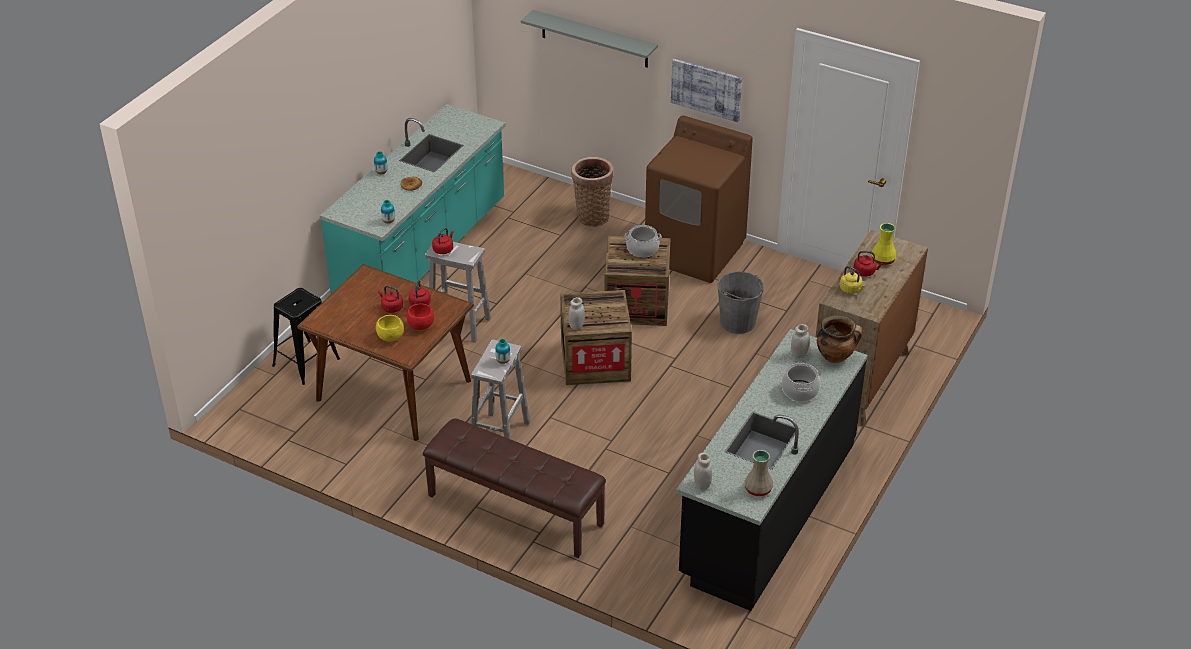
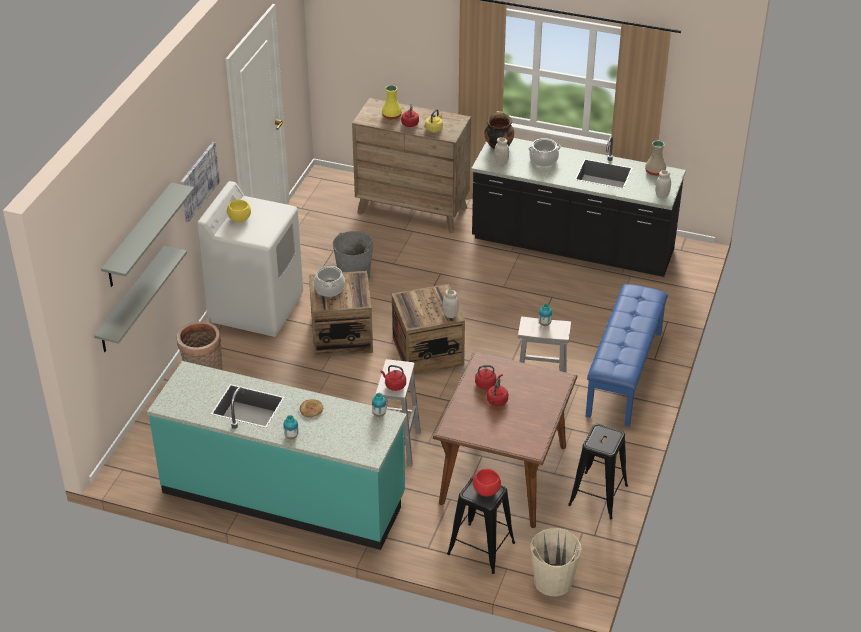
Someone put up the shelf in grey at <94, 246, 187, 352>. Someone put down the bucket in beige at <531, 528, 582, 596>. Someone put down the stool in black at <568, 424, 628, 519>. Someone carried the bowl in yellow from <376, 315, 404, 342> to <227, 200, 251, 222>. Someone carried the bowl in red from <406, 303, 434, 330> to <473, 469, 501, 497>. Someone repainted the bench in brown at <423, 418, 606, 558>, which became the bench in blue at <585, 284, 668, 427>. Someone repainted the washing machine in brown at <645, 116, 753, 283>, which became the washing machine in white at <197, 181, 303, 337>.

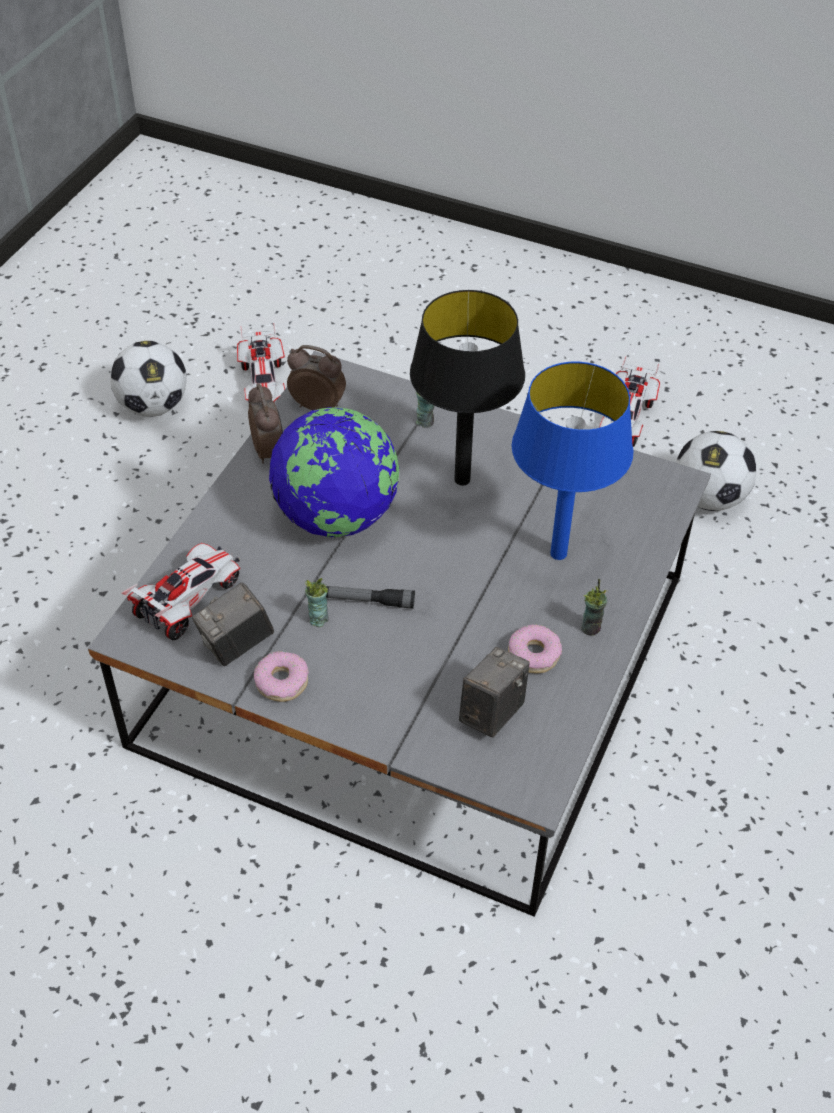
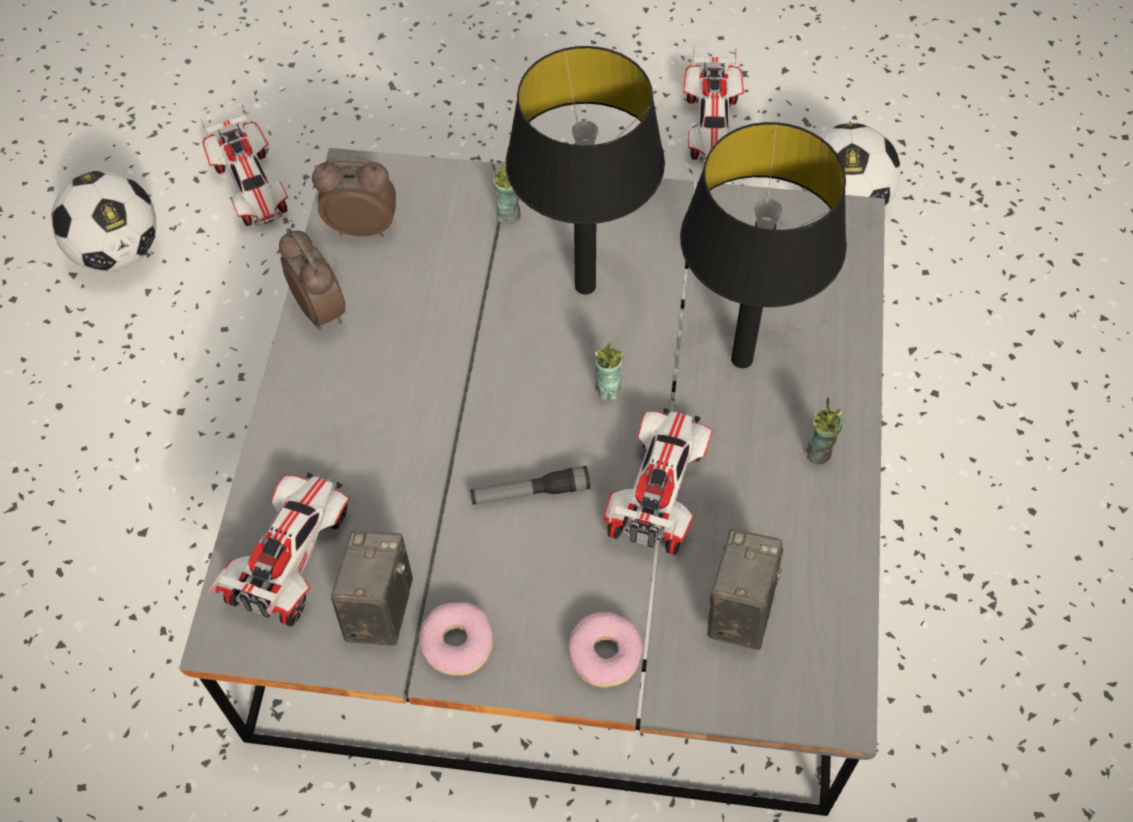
Someone took away the globe at <269, 407, 399, 537>. Someone put down the toy car at <603, 407, 713, 555>. Someone carried the cup from <305, 578, 329, 627> to <594, 342, 625, 401>. Someone carried the donut from <508, 624, 562, 673> to <568, 612, 643, 687>. Someone repainted the table lamp in blue at <512, 362, 633, 560>, which became the table lamp in black at <680, 122, 847, 368>. Someone rotated the photo camera at <192, 582, 274, 666> by 150 degrees clockwise.

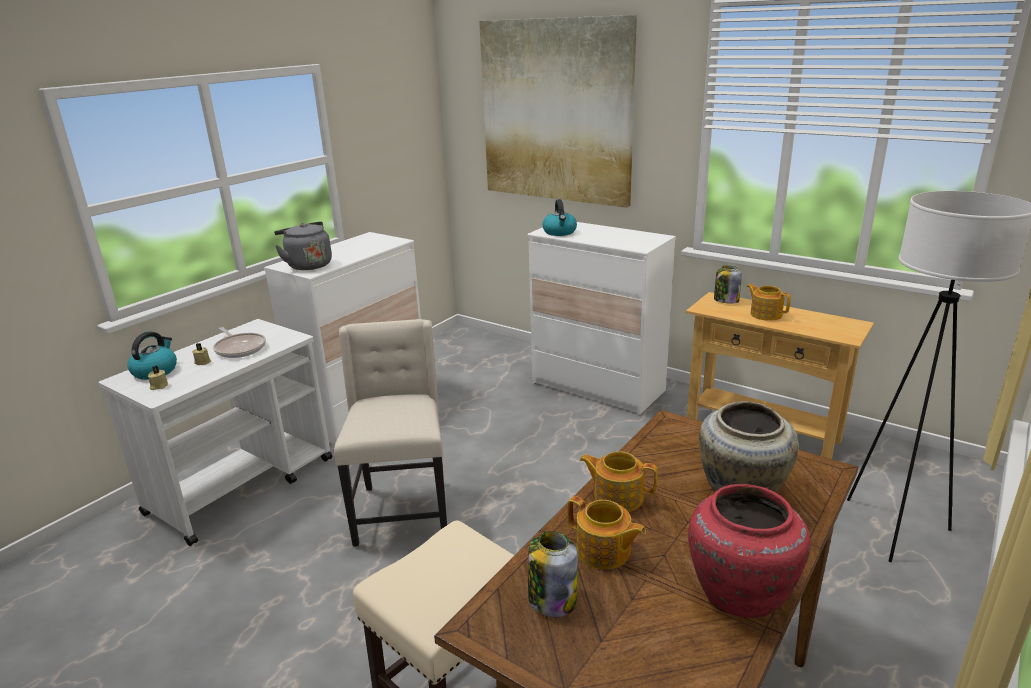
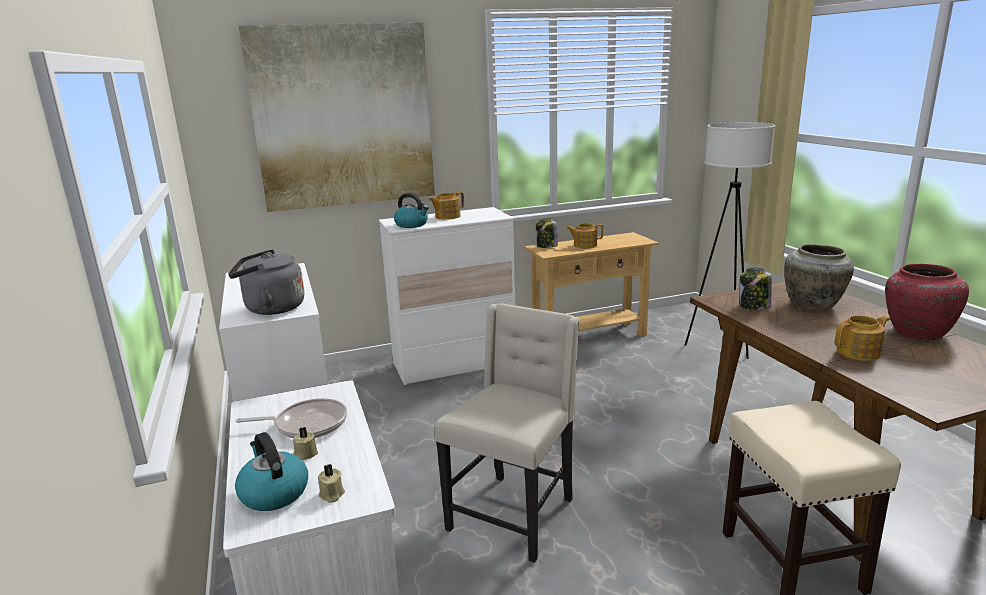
Someone carried the jar from <528, 531, 578, 617> to <739, 268, 772, 310>. Someone carried the teapot from <579, 451, 658, 512> to <428, 192, 464, 220>. Someone rotated the chair in beige at <334, 319, 447, 547> by 90 degrees clockwise.

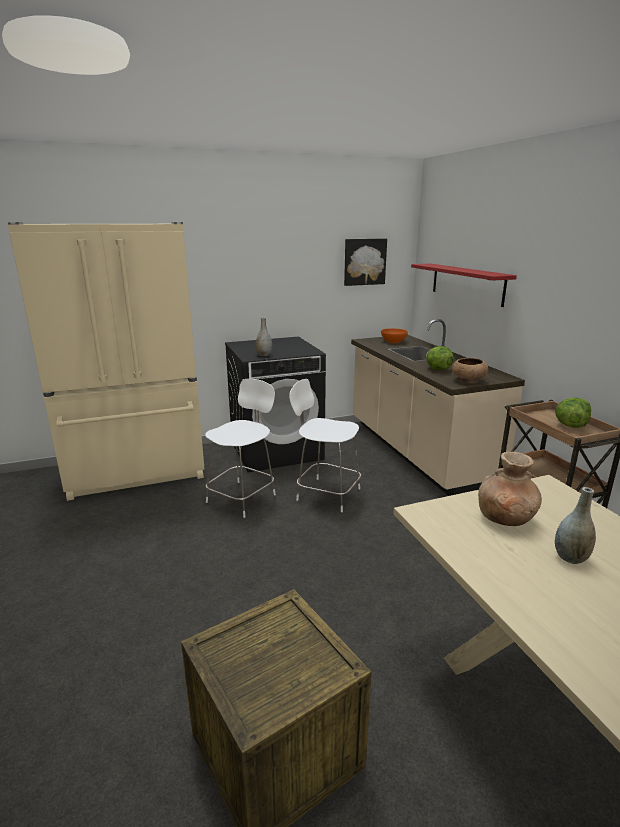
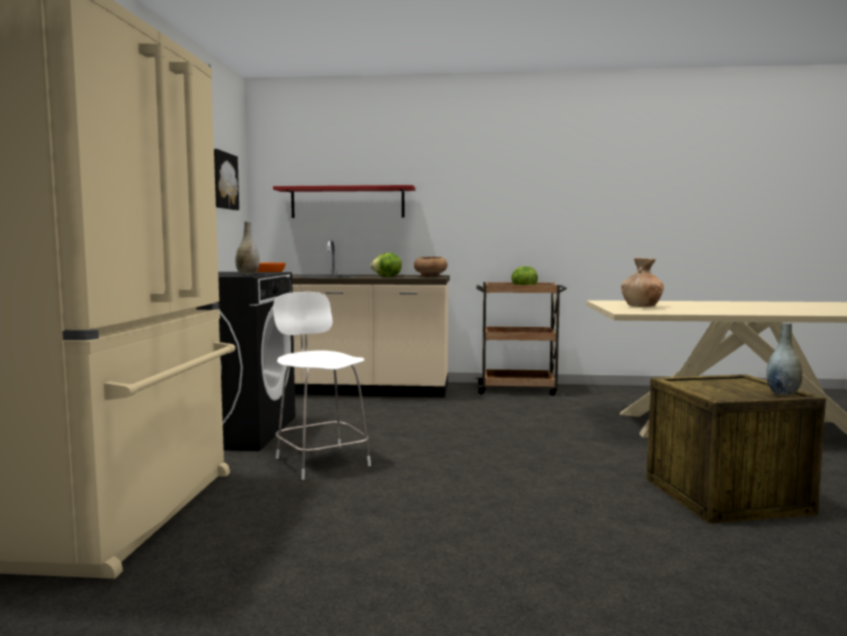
Someone took away the chair in white at <289, 379, 361, 512>. Someone carried the vase in grey from <555, 487, 596, 564> to <766, 323, 803, 395>.

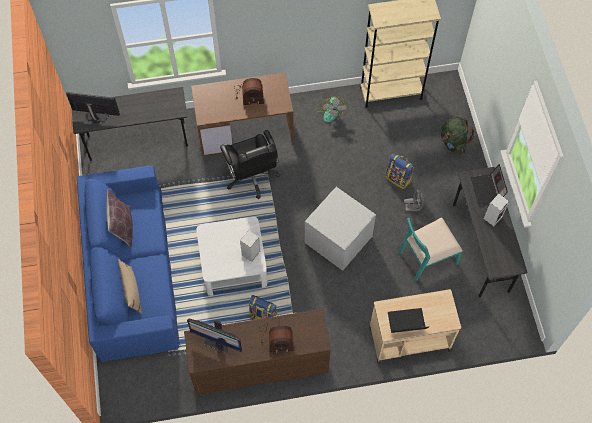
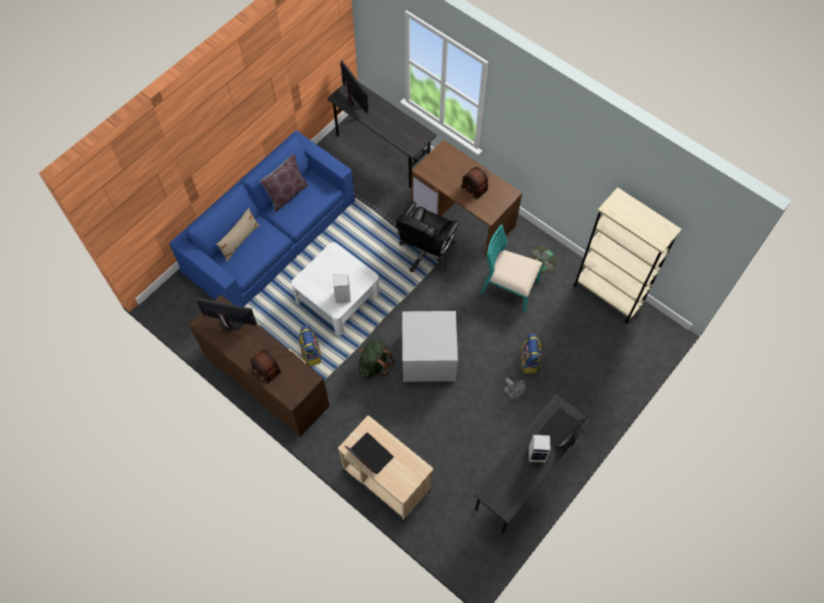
Someone carried the chair in turquoise from <398, 217, 463, 281> to <481, 225, 543, 313>. Someone carried the backpack in green from <441, 117, 475, 155> to <359, 339, 395, 379>. Someone rotated the monitor at <187, 319, 242, 353> by 120 degrees clockwise.

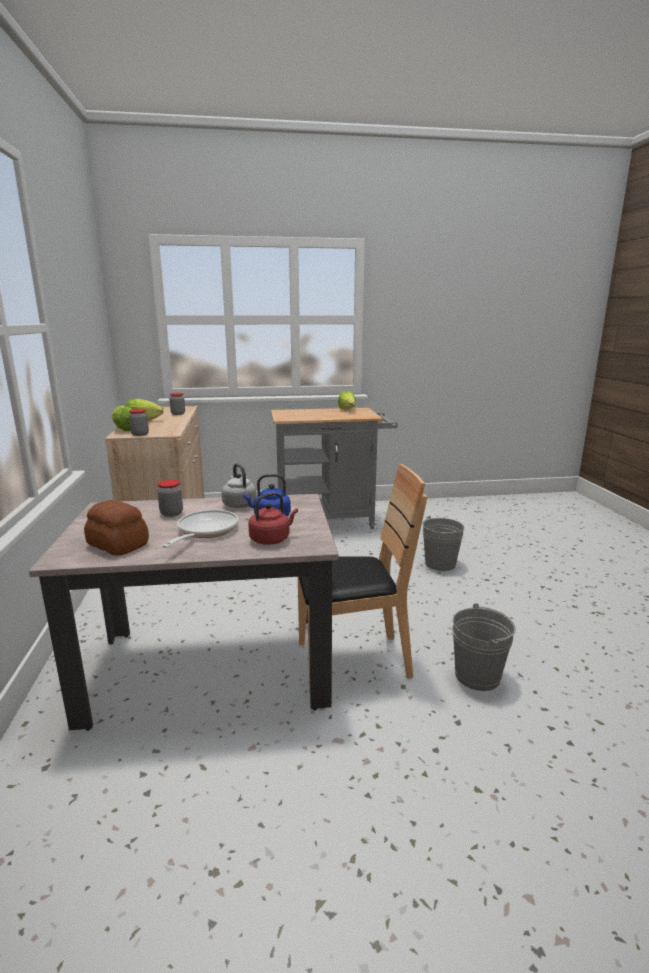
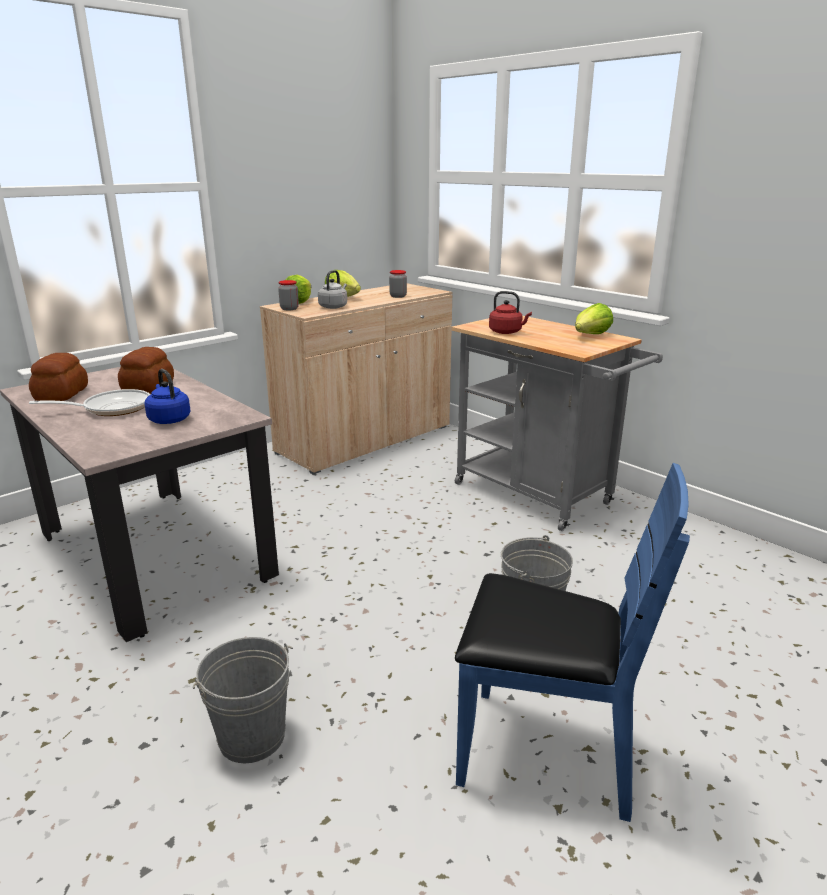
Someone took away the chair in brown at <298, 464, 427, 692>. Someone put down the chair in blue at <455, 463, 690, 822>. Someone carried the kettle in grey from <221, 463, 256, 508> to <318, 270, 347, 309>. Someone carried the kettle in red from <248, 492, 298, 545> to <489, 291, 532, 334>. Someone swapped the jar at <157, 479, 183, 517> for the bread at <118, 347, 174, 394>.

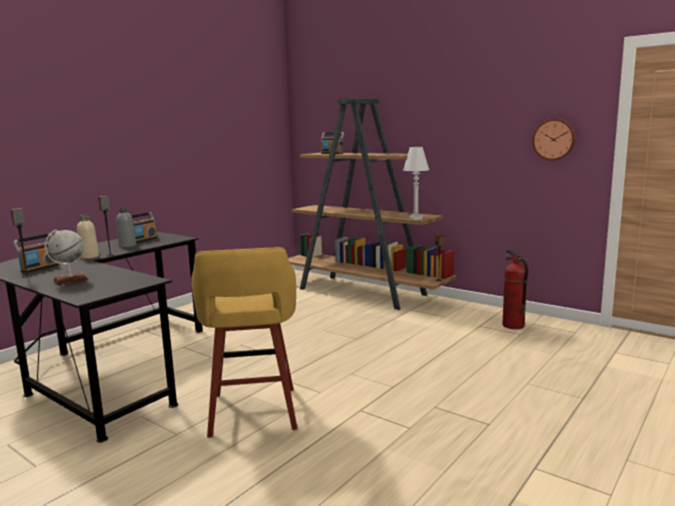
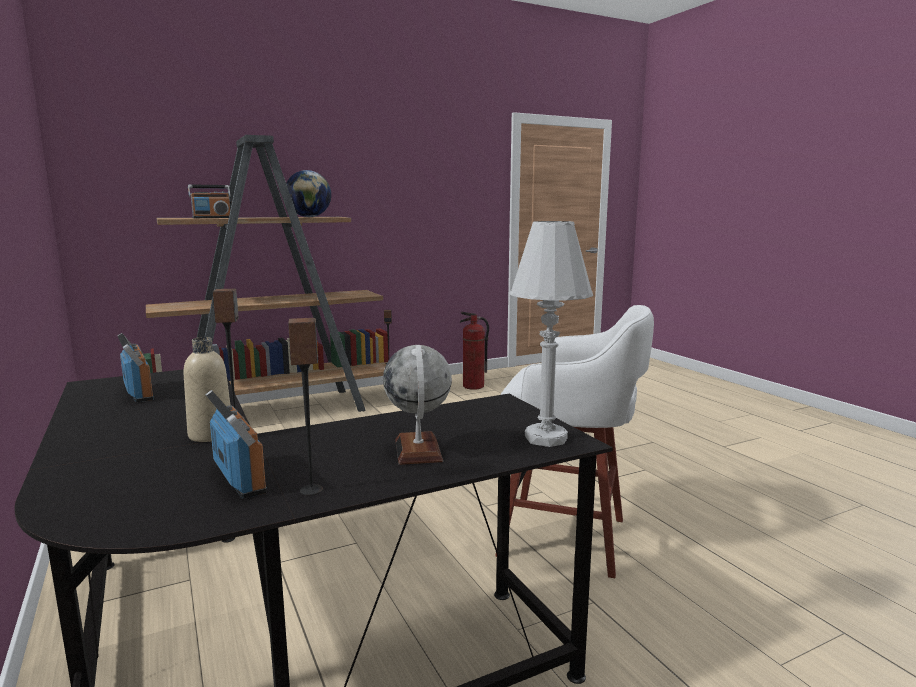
Someone took away the bottle in grey at <116, 207, 136, 247>. Someone took away the wall clock at <532, 119, 576, 161>. Someone put down the globe at <286, 170, 331, 217>. Someone carried the table lamp in white from <403, 147, 429, 220> to <510, 221, 593, 447>. Someone repainted the stool in yellow at <191, 247, 297, 438>, which became the stool in white at <495, 305, 654, 578>.

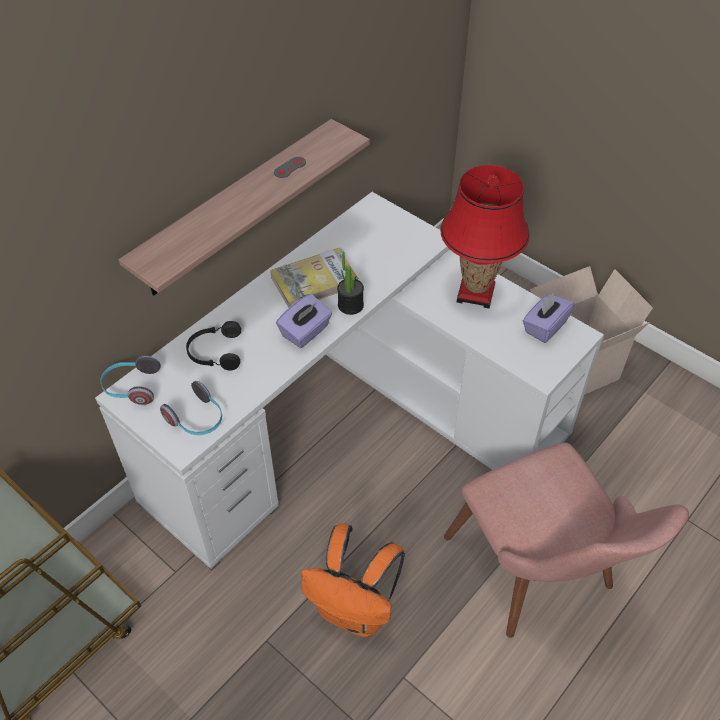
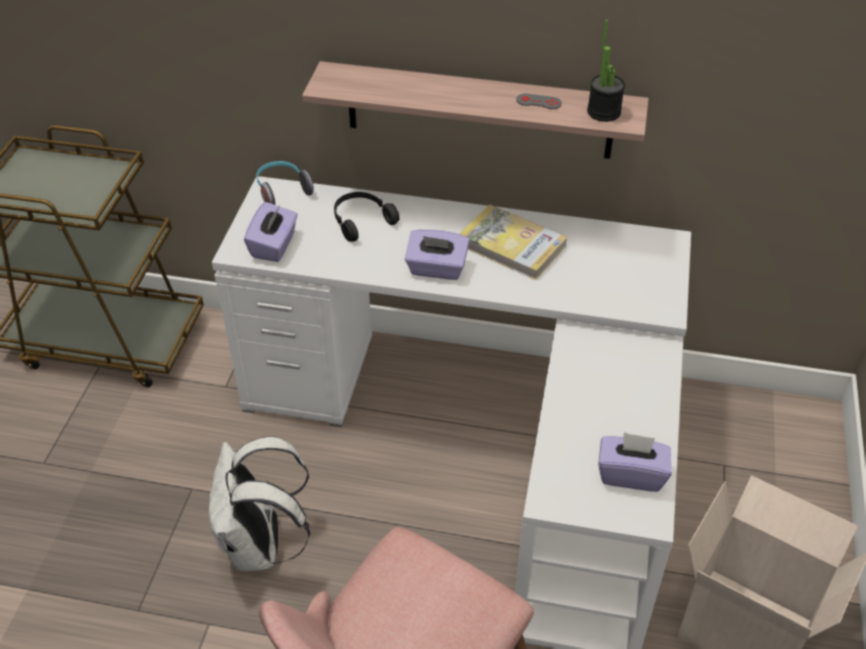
Someone took away the table lamp in red at <440, 165, 530, 309>. Someone carried the potted plant from <337, 252, 364, 315> to <587, 19, 625, 122>. Someone swapped the headphones at <160, 381, 222, 435> for the tissue box in purple at <244, 202, 298, 262>. Someone repainted the backpack in orange at <301, 524, 405, 637>, which became the backpack in white at <209, 436, 310, 571>.

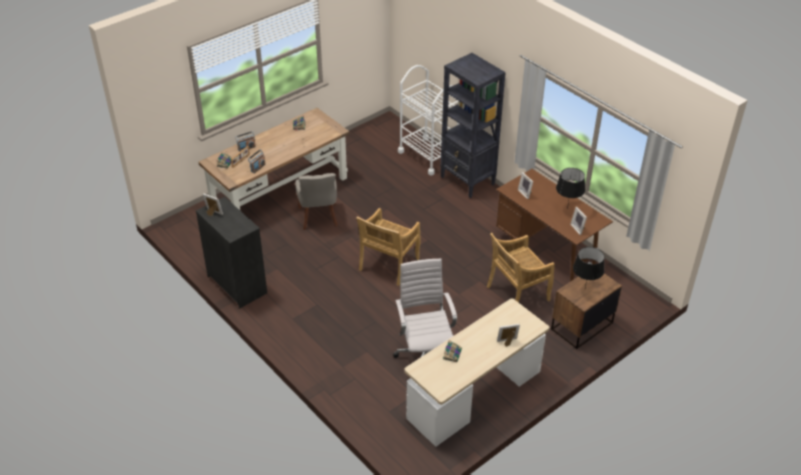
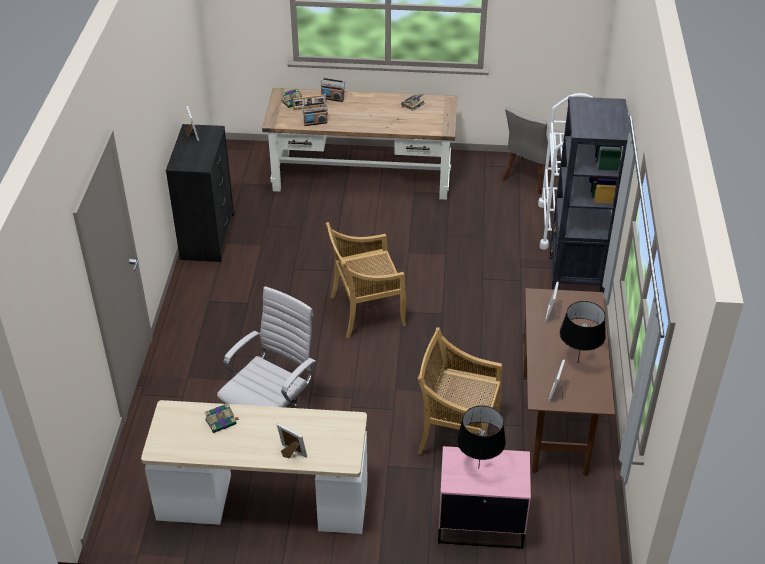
Someone carried the chair in grey from <295, 173, 338, 230> to <503, 107, 564, 195>. Someone repainted the nightstand in brown at <551, 273, 622, 349>, which became the nightstand in pink at <438, 446, 531, 549>.

